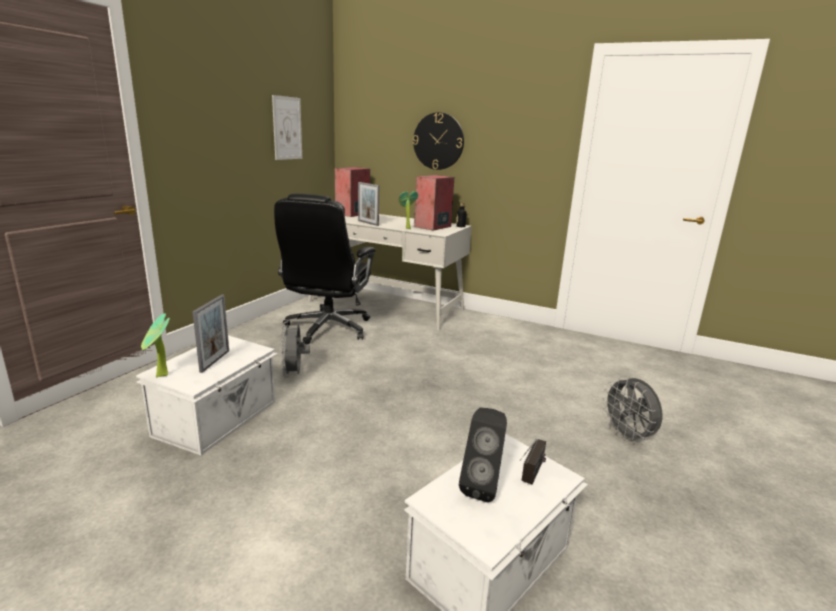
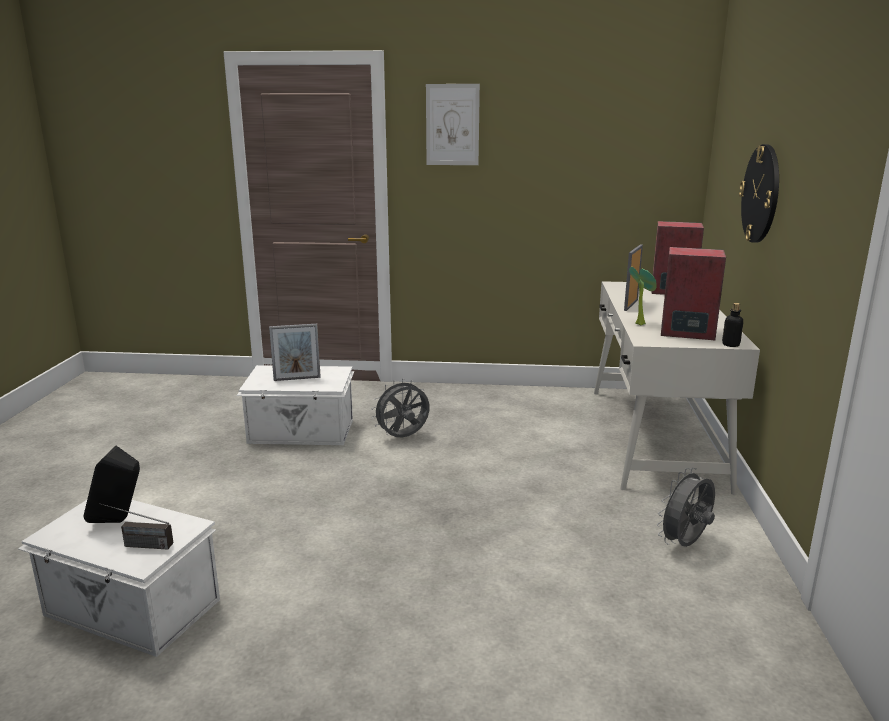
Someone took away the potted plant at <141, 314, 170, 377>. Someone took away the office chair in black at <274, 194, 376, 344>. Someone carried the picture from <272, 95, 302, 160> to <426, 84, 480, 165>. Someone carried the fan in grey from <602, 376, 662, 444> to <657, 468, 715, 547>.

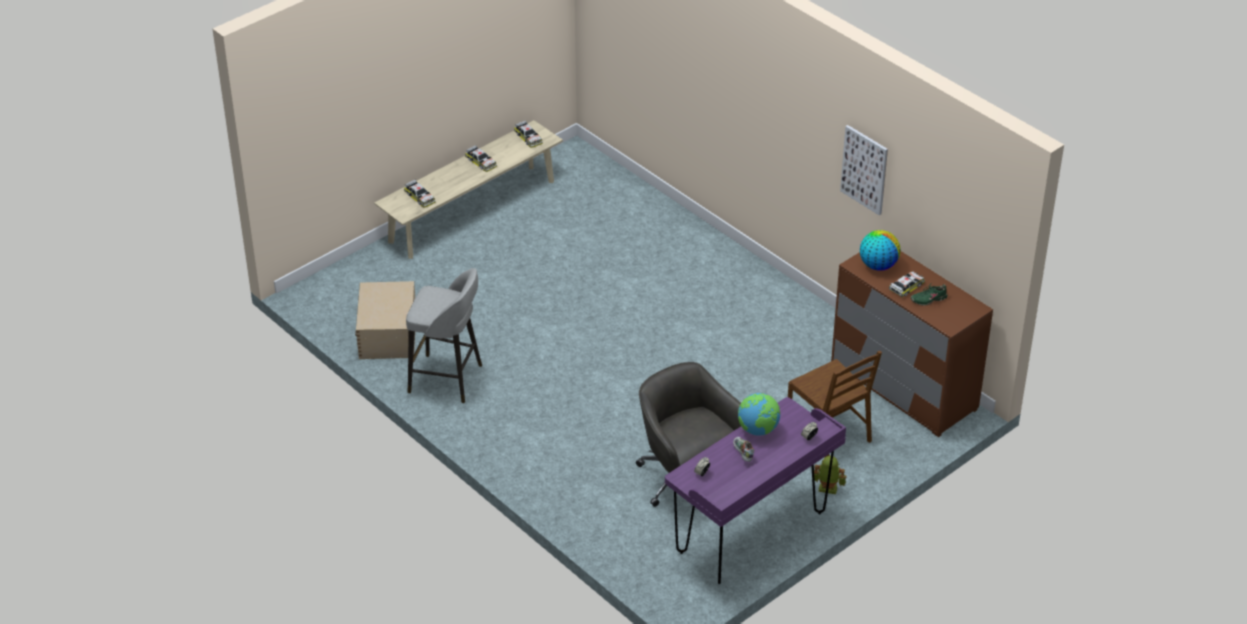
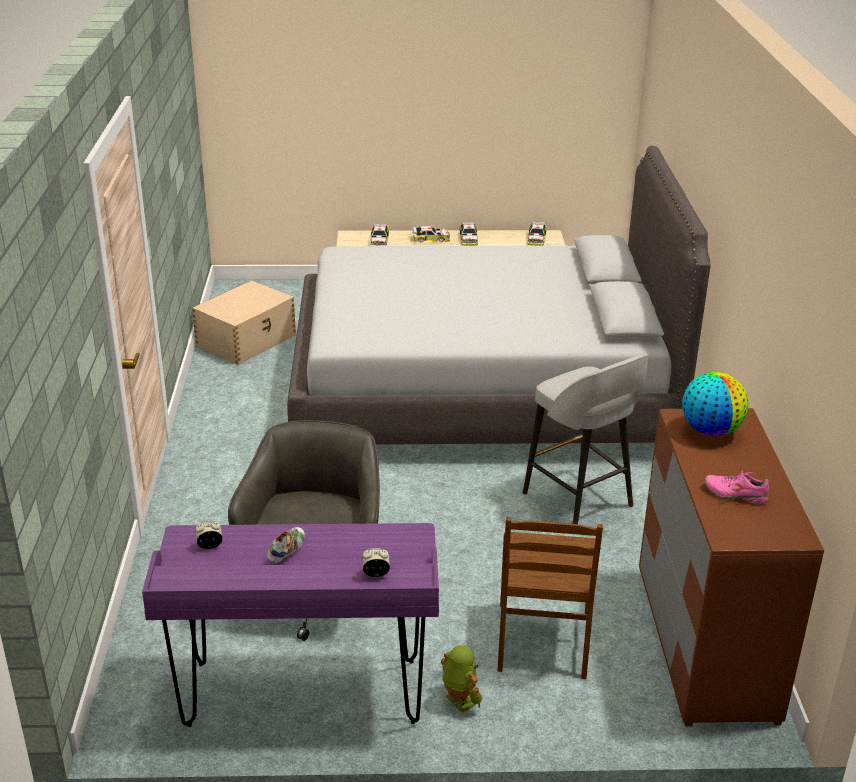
Someone took away the globe at <738, 393, 780, 436>. Someone took away the picture at <840, 125, 888, 216>. Someone put down the bed in grey at <287, 146, 710, 445>. Someone carried the stool in grey from <406, 268, 482, 403> to <523, 354, 648, 524>. Someone carried the toy car from <889, 271, 925, 297> to <413, 226, 450, 243>. Someone repainted the shoe in green at <911, 283, 947, 306>, which became the shoe in pink at <704, 471, 769, 504>.

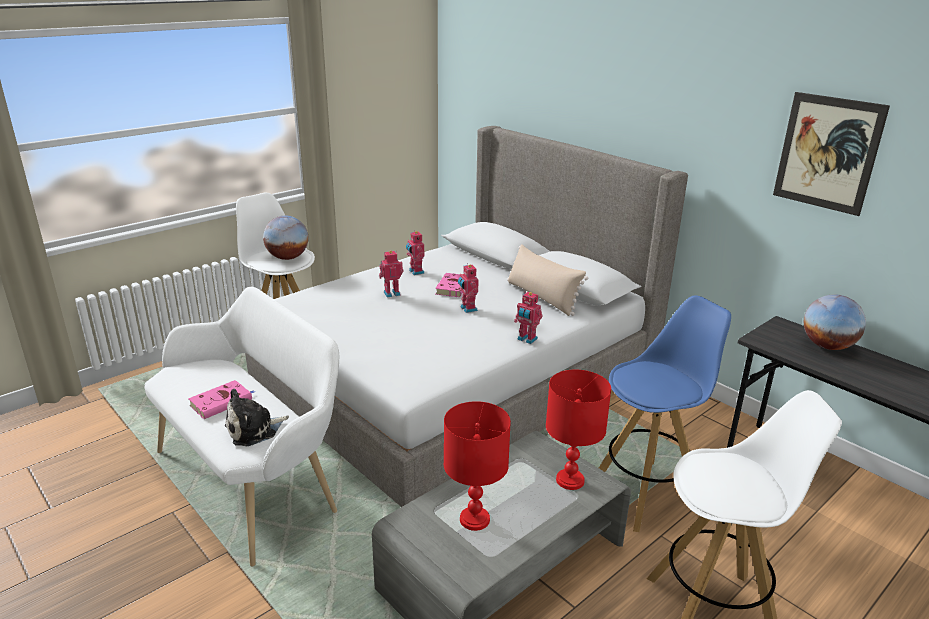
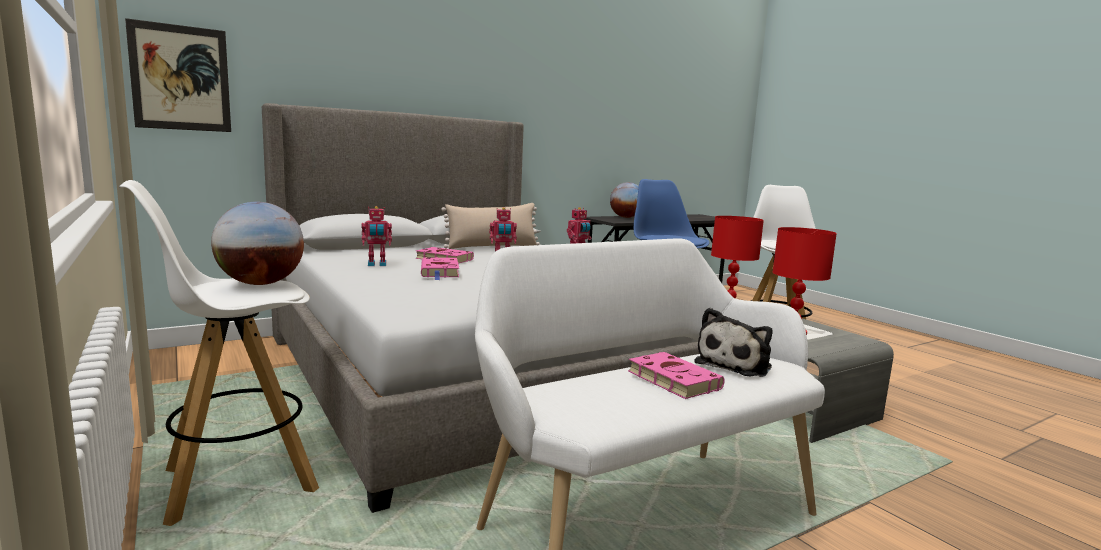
Someone carried the picture from <773, 92, 890, 216> to <125, 18, 231, 132>. Someone swapped the toy robot at <379, 251, 403, 298> for the book in pink at <421, 257, 459, 280>. Someone rotated the plush toy at <225, 389, 289, 446> by 60 degrees clockwise.

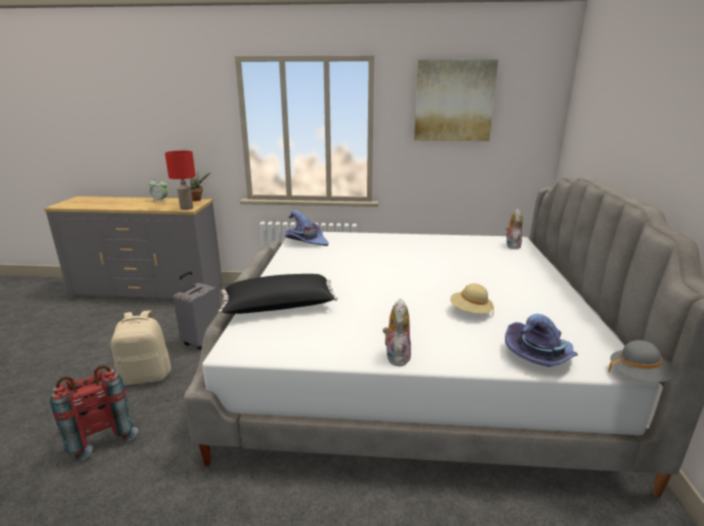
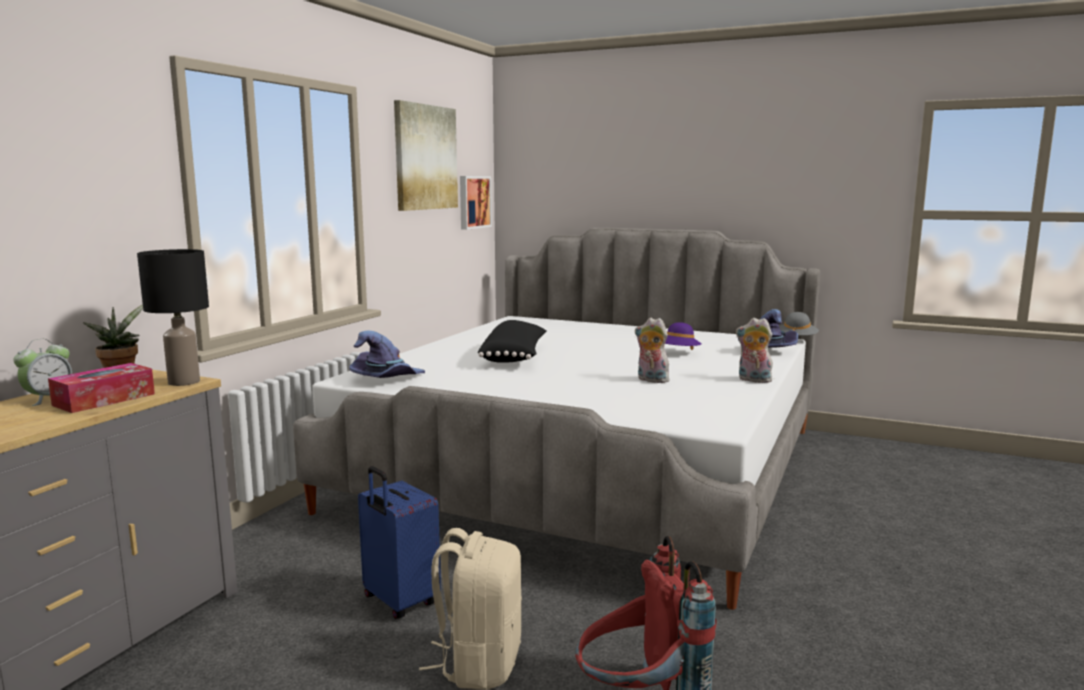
Someone put down the tissue box at <48, 363, 155, 413>. Someone put up the picture at <460, 176, 492, 230>. Someone carried the pillow in black from <218, 274, 338, 314> to <478, 320, 546, 363>. Someone carried the plush toy from <505, 209, 523, 249> to <635, 318, 669, 383>. Someone repainted the table lamp in red at <165, 150, 196, 210>, which became the table lamp in black at <137, 249, 209, 386>. Someone repainted the suitcase in grey at <173, 272, 220, 350>, which became the suitcase in blue at <358, 466, 441, 619>. Someone repainted the hat in beige at <450, 283, 494, 317>, which became the hat in purple at <665, 322, 701, 350>.

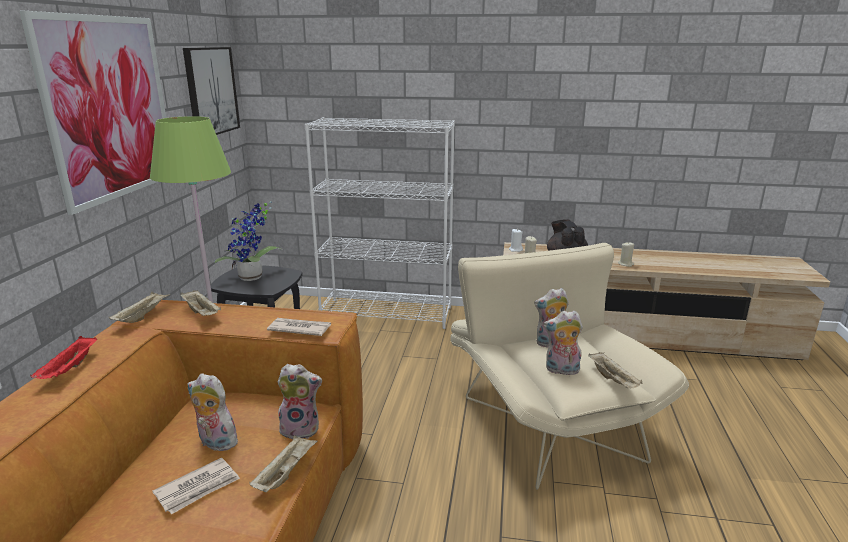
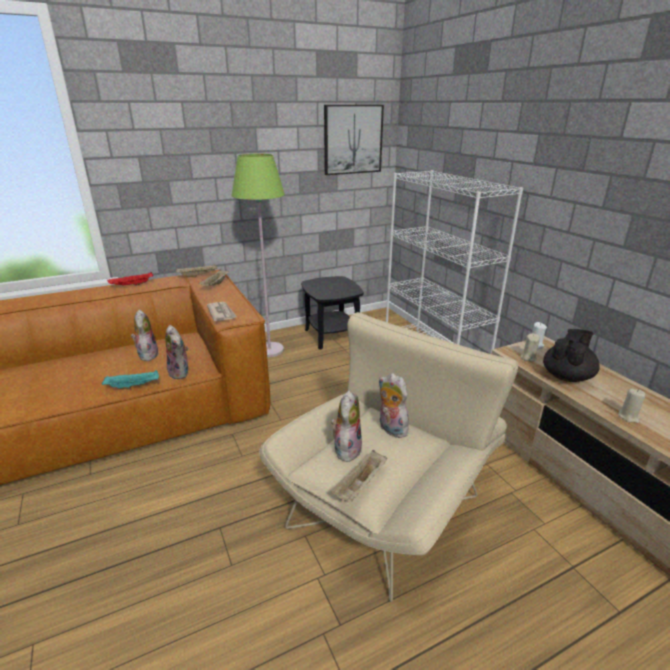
Someone took away the picture at <19, 11, 166, 215>. Someone took away the newspaper at <152, 458, 240, 514>. Someone took away the potted plant at <214, 201, 281, 281>. Someone repainted the tray in beige at <249, 435, 317, 492>, which became the tray in turquoise at <102, 370, 159, 389>. Someone rotated the plush toy at <543, 311, 583, 375> by 45 degrees clockwise.

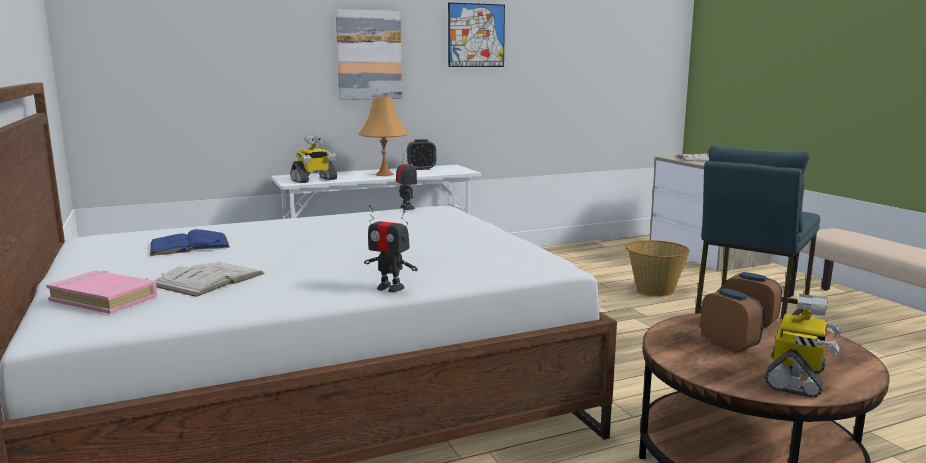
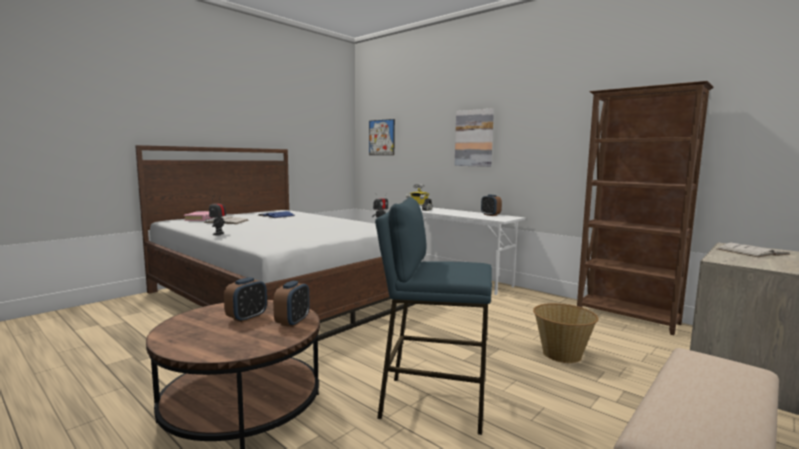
Someone took away the table lamp in orange at <359, 97, 408, 176>. Someone took away the toy robot at <765, 294, 841, 398>. Someone put down the bookcase in brown at <577, 81, 714, 335>. Someone carried the picture from <448, 3, 505, 67> to <369, 119, 395, 155>.

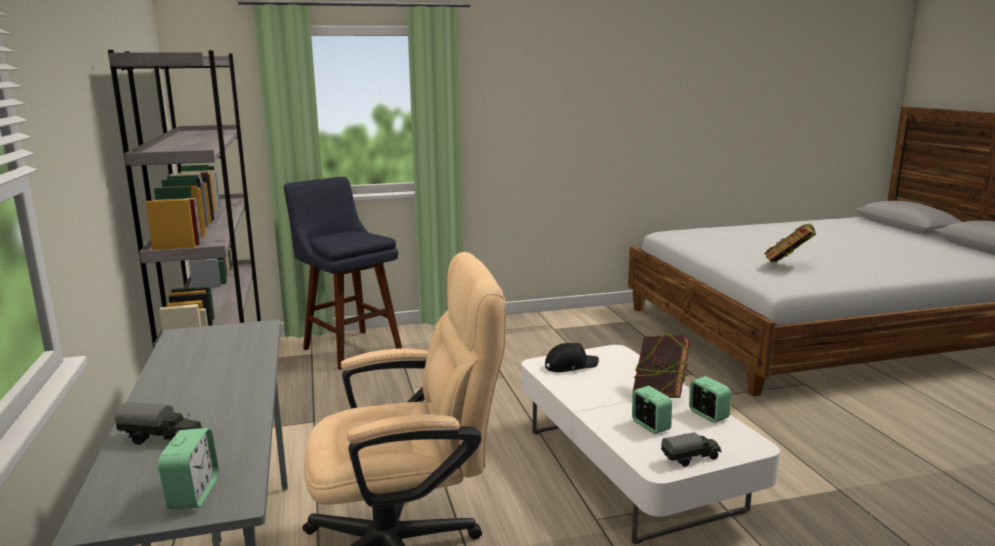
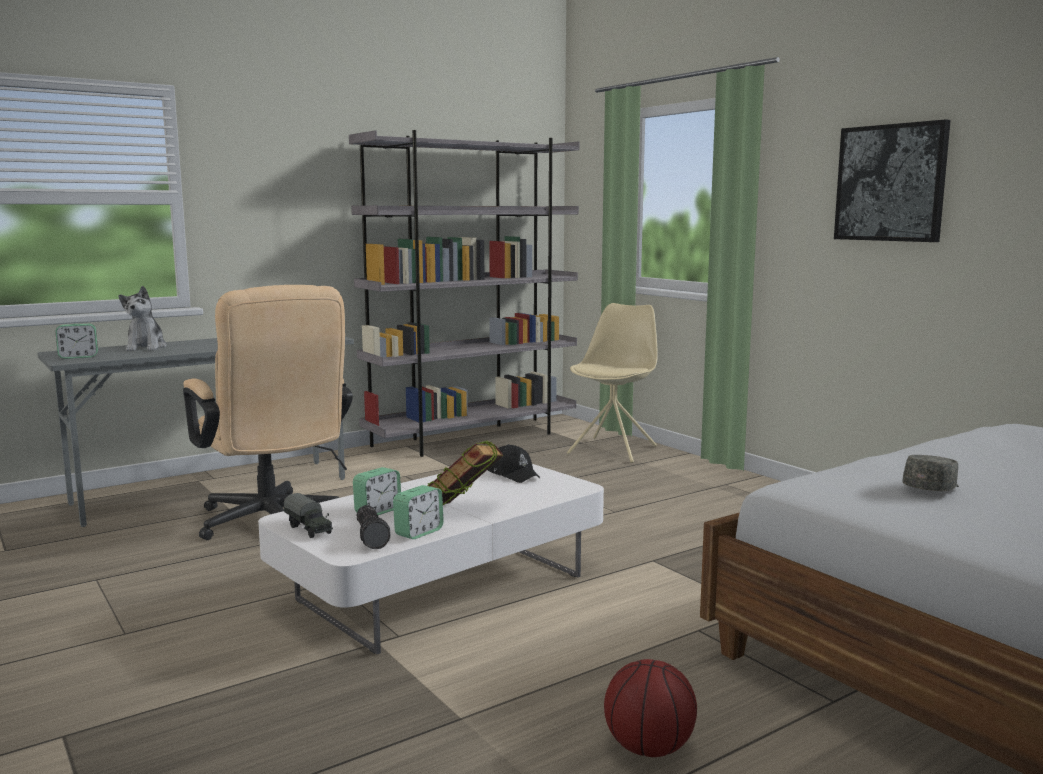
Someone put down the flashlight at <357, 505, 390, 549>. Someone put down the basketball at <604, 659, 697, 757>. Someone put up the picture at <834, 119, 951, 242>. Someone swapped the toy truck at <115, 402, 203, 445> for the plush toy at <118, 286, 167, 351>. Someone swapped the stool in blue at <284, 177, 402, 370> for the chair in beige at <567, 303, 658, 463>. Someone swapped the book at <764, 223, 816, 262> for the cap in grey at <902, 455, 959, 491>.

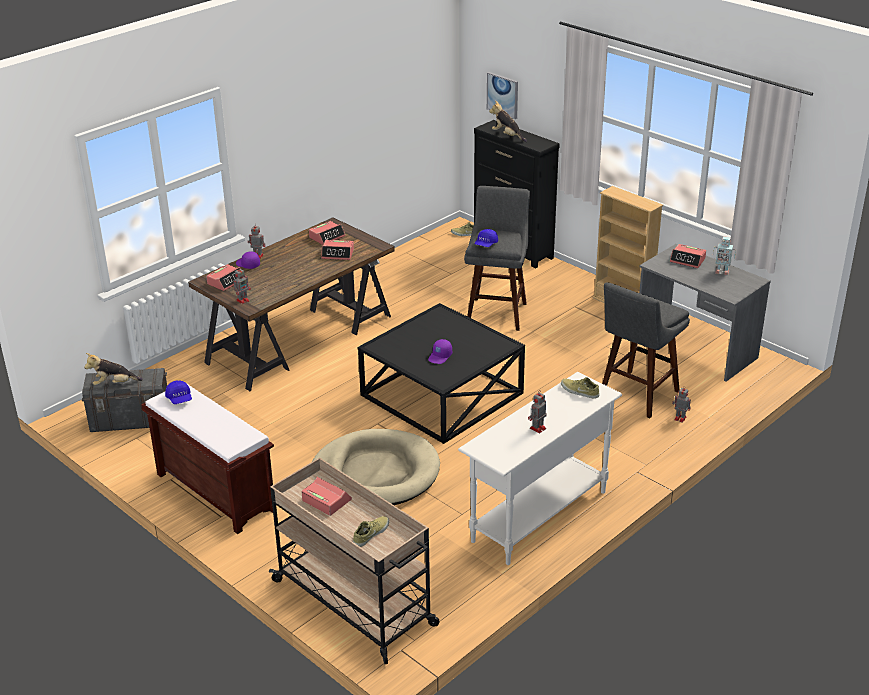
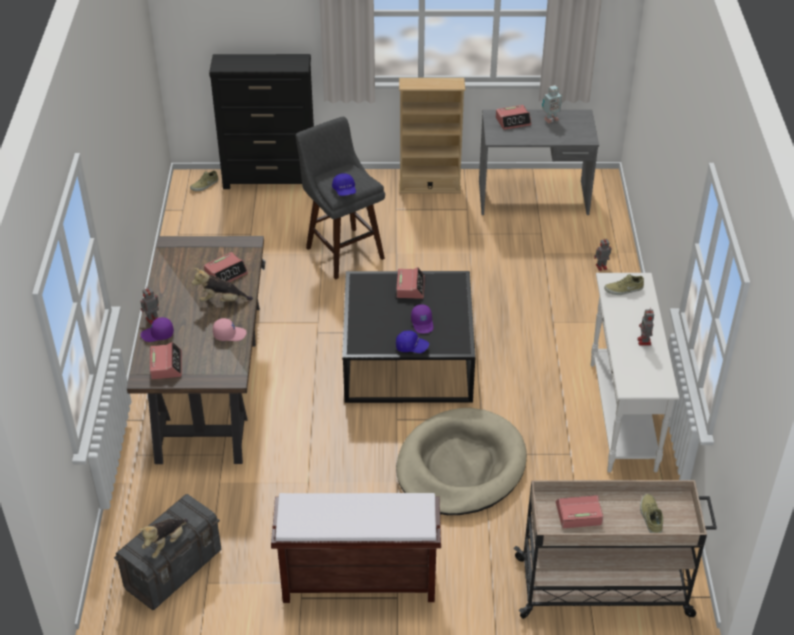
Someone took away the toy robot at <233, 267, 251, 304>. Someone took away the picture at <487, 72, 518, 119>. Someone took away the stool in grey at <602, 282, 690, 418>. Someone put down the cap in pink at <213, 318, 247, 341>. Someone carried the cap in blue from <165, 380, 192, 404> to <396, 330, 429, 353>. Someone carried the alarm clock from <309, 221, 346, 245> to <396, 267, 425, 299>. Someone carried the plush toy from <489, 101, 527, 142> to <192, 268, 253, 302>.

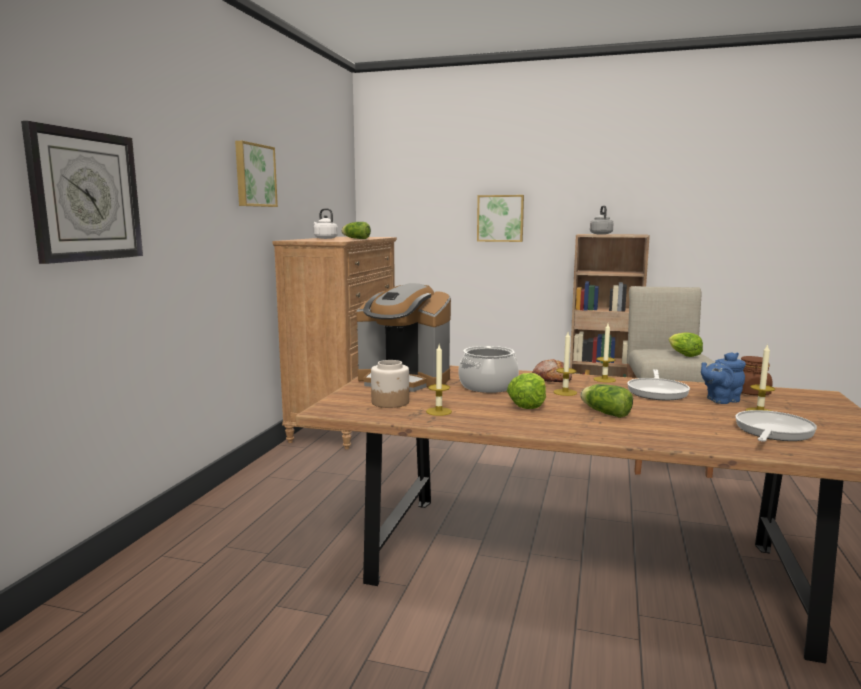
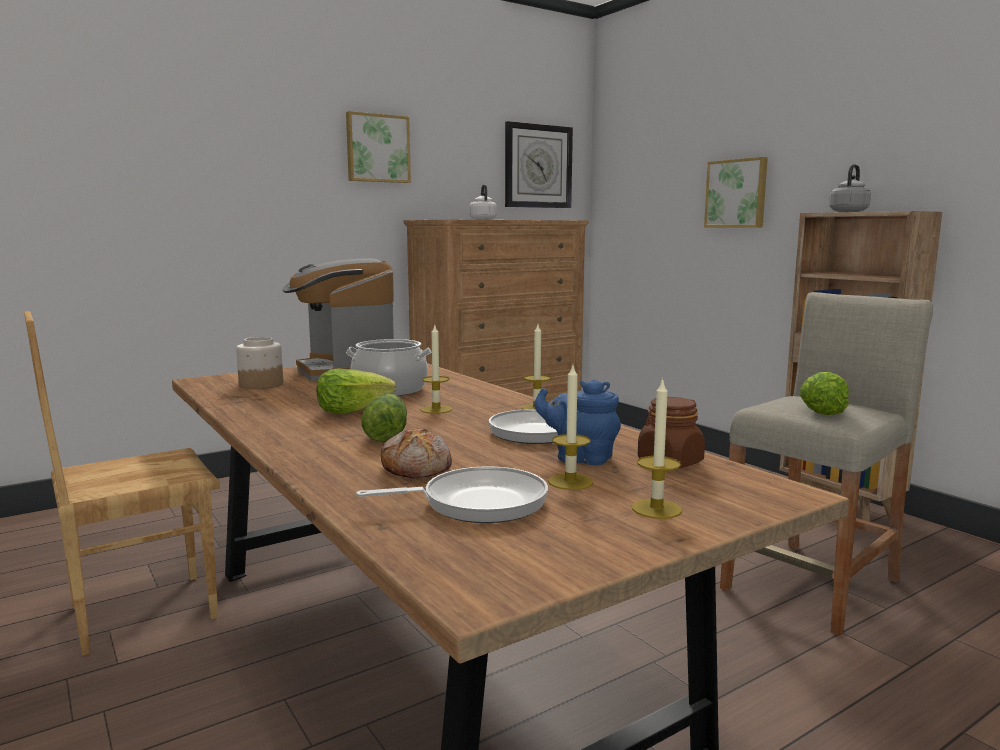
Someone took away the lettuce at <341, 222, 371, 239>. Someone put down the chair in brown at <24, 311, 220, 656>. Someone carried the wall clock from <21, 121, 143, 264> to <505, 121, 573, 208>. Someone carried the candle from <426, 345, 452, 416> to <632, 378, 682, 519>. Someone carried the bread from <532, 359, 572, 382> to <381, 429, 452, 478>.

